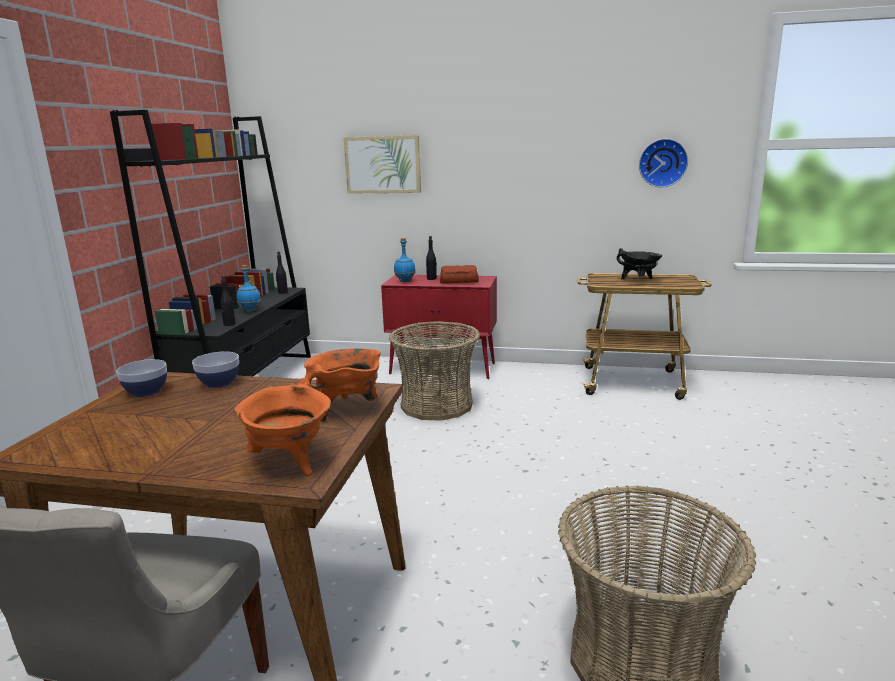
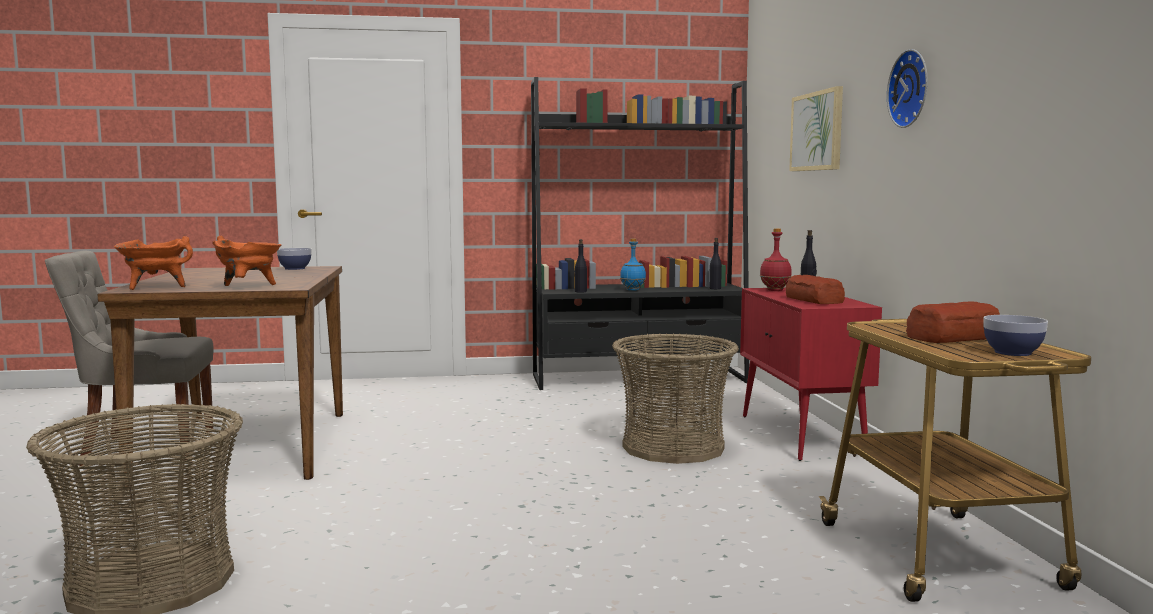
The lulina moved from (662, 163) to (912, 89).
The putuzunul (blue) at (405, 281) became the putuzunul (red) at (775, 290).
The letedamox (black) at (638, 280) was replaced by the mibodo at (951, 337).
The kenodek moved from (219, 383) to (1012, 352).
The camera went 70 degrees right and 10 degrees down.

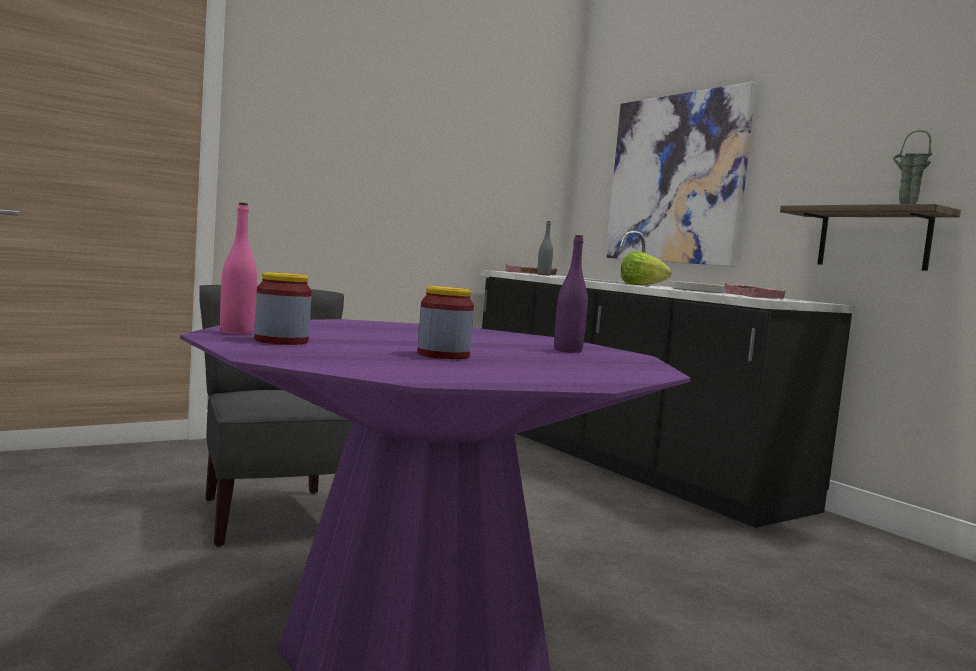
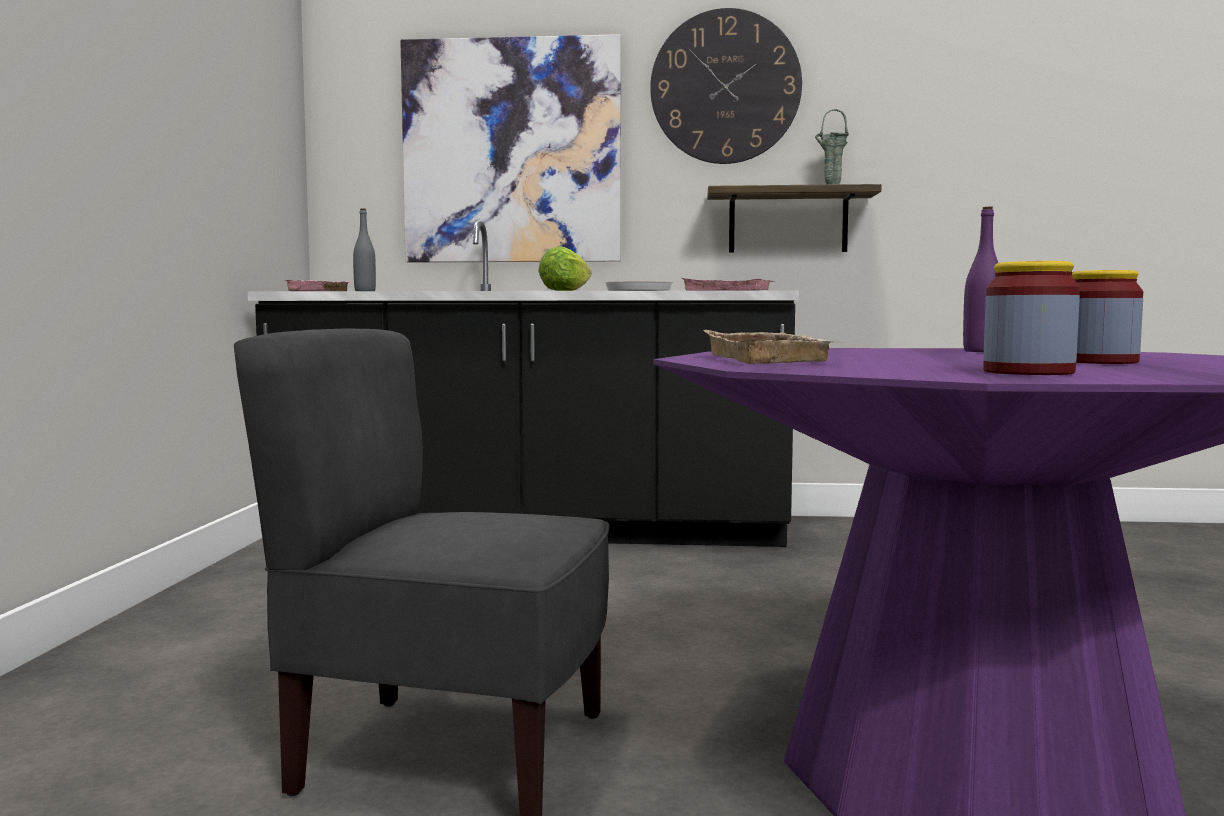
The putuzunul (pink) at (236, 332) disappeared.
The lulina at (725, 87) appeared.
The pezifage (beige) at (772, 360) appeared.
The camera went 50 degrees left and 0 degrees up.

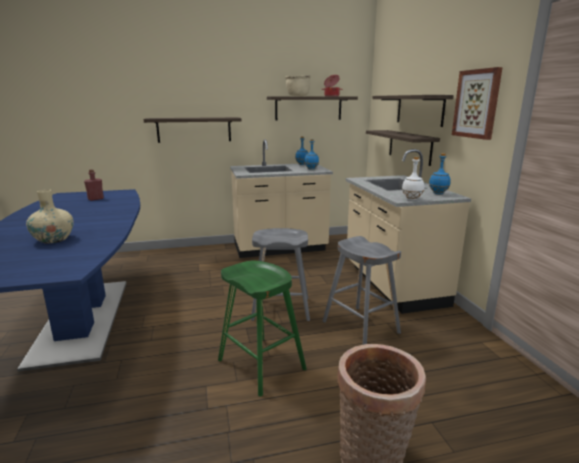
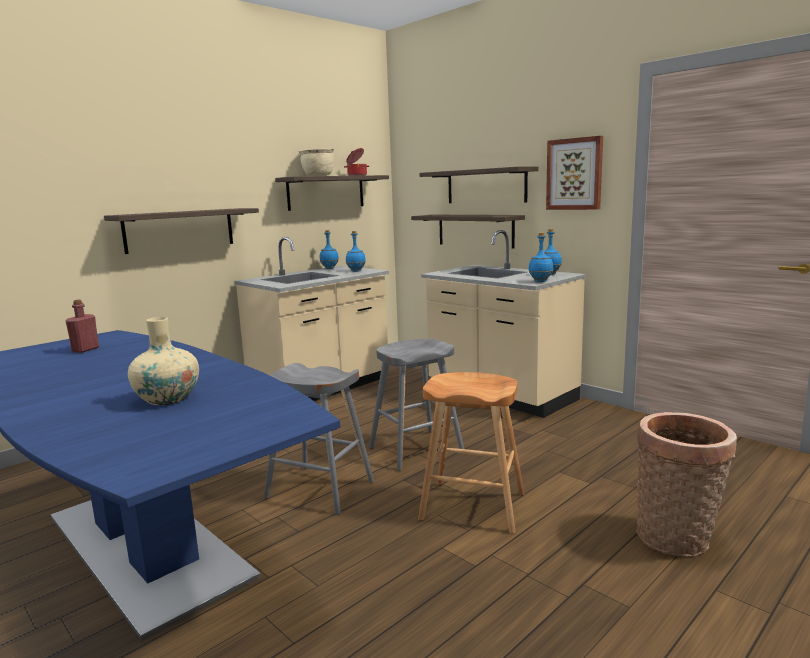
The putuzunul (white) at (411, 199) became the putuzunul (blue) at (540, 281).
The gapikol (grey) moved from (360, 327) to (320, 489).
The gapikol (green) at (261, 364) became the gapikol (brown) at (472, 506).
The camera went 30 degrees left and 5 degrees down.

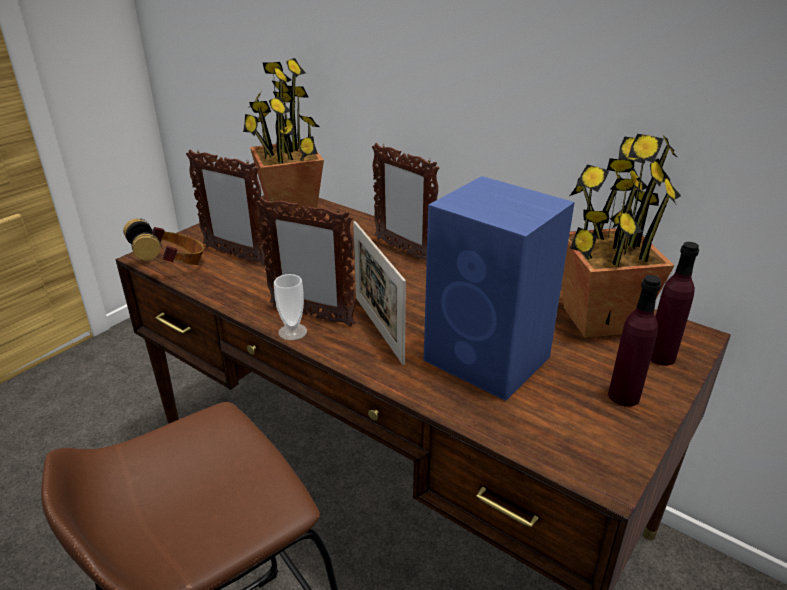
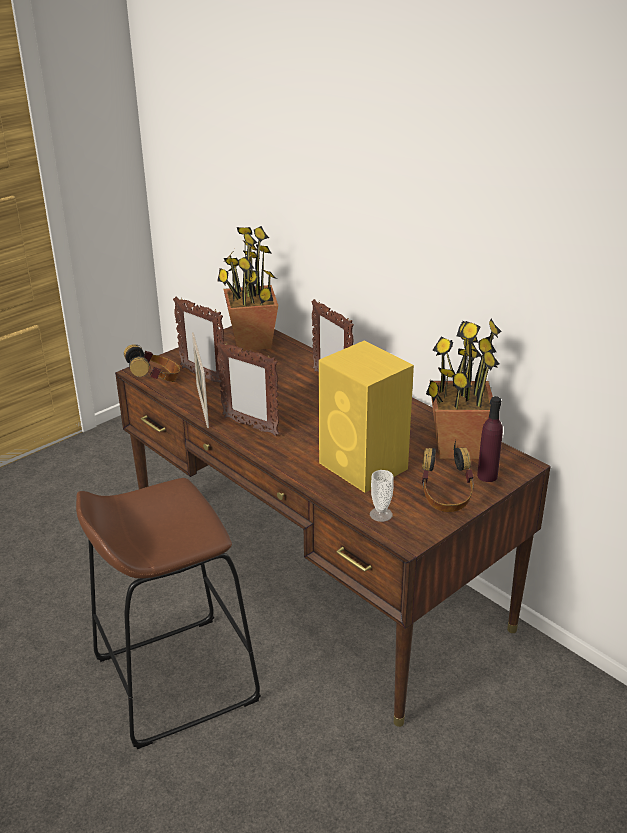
The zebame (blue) at (489, 360) became the zebame (yellow) at (364, 467).
The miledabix moved from (378, 328) to (202, 405).
The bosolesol moved from (292, 332) to (381, 514).
The putuzunul (purple) at (624, 396) was replaced by the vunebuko at (446, 497).
The camera went 10 degrees right and 0 degrees up.

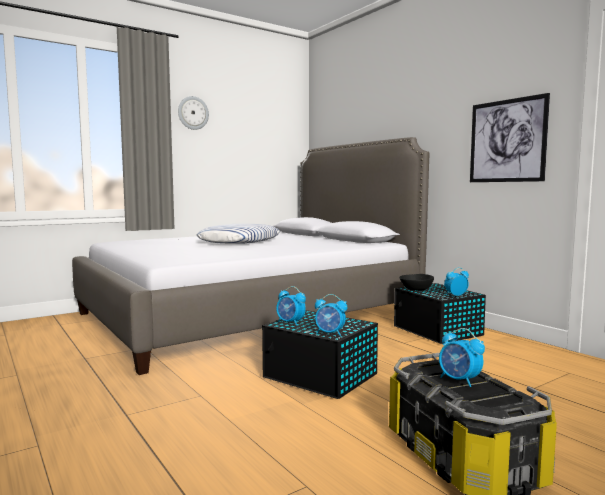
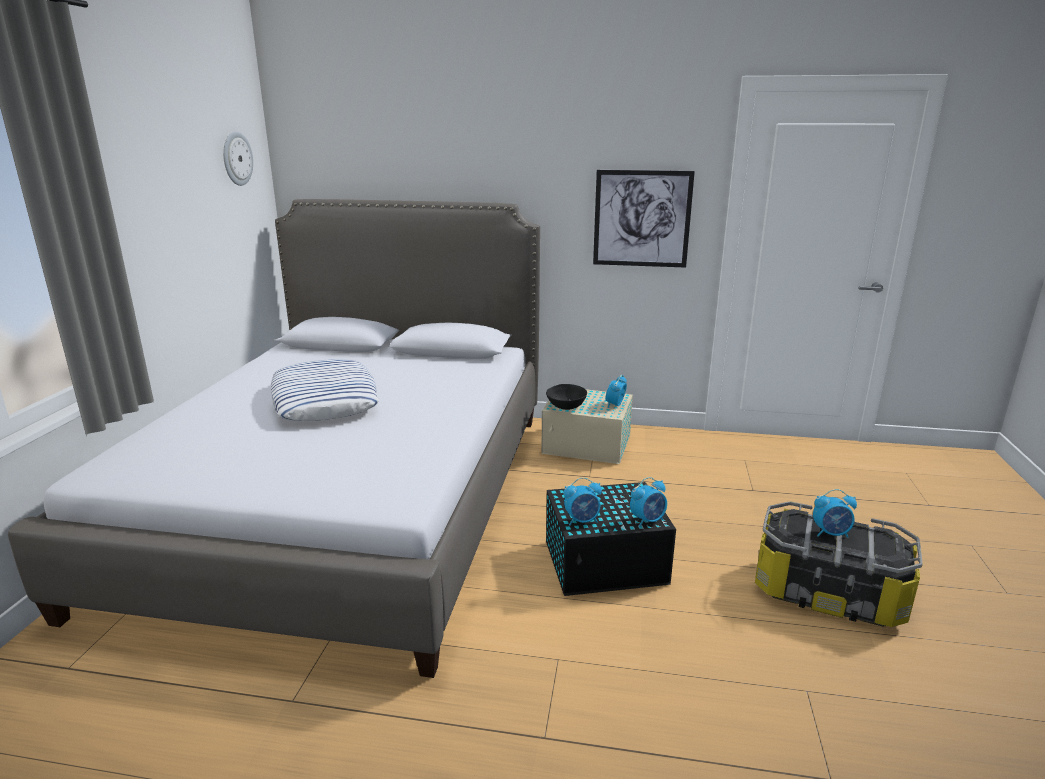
The lulina moved from (193, 113) to (236, 158).
The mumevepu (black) at (438, 331) became the mumevepu (beige) at (588, 445).
The camera went 45 degrees left and 15 degrees up.

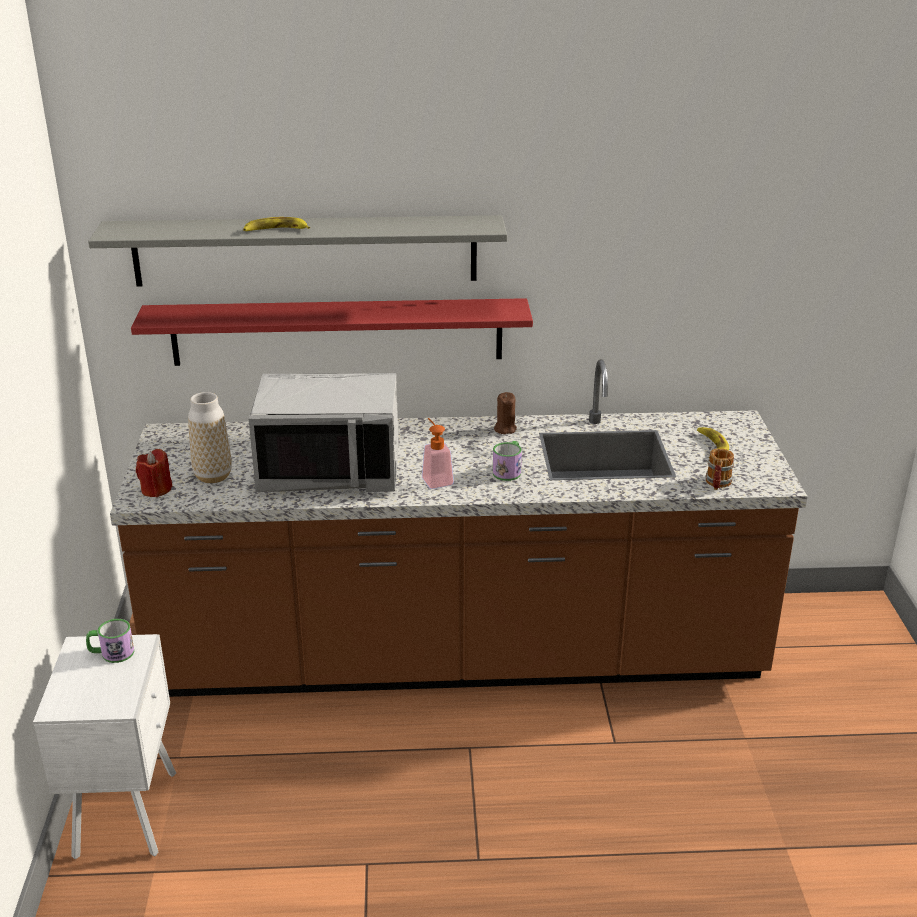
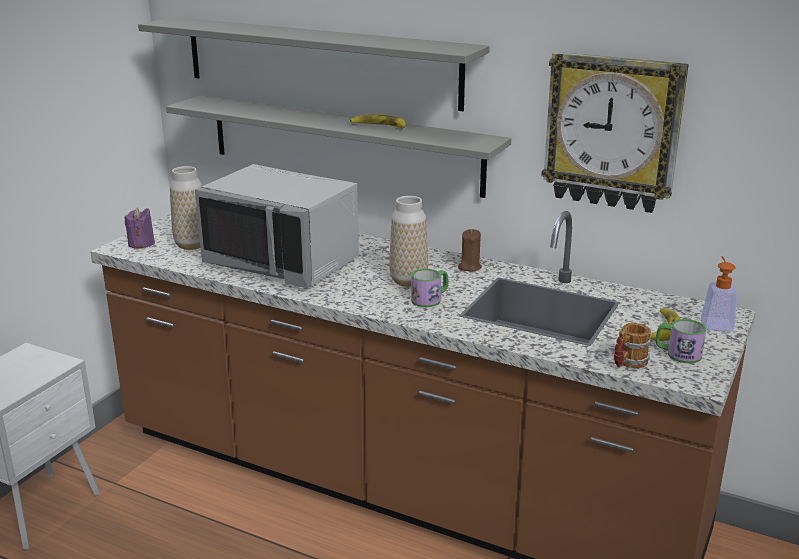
The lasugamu moved from (275, 230) to (379, 126).
The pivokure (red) at (337, 331) became the pivokure (grey) at (343, 144).
The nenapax moved from (435, 479) to (715, 322).
The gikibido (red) at (156, 489) became the gikibido (purple) at (141, 244).
The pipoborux moved from (111, 653) to (677, 354).
The lulina at (612, 132) appeared.
The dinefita at (408, 281) appeared.
The camera went 30 degrees right and 5 degrees down.

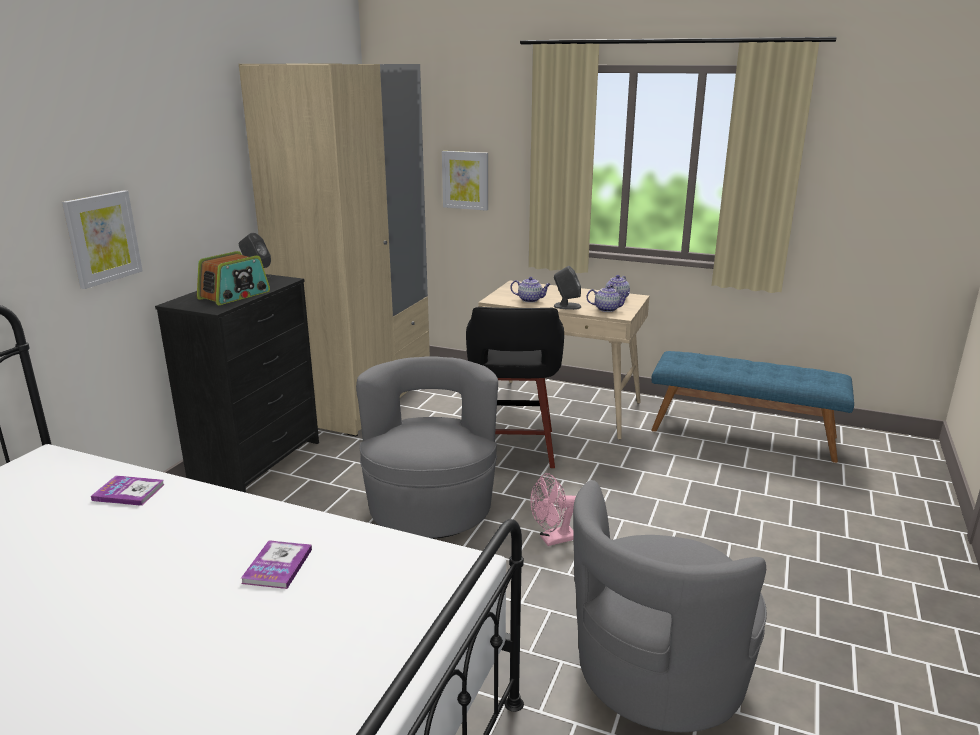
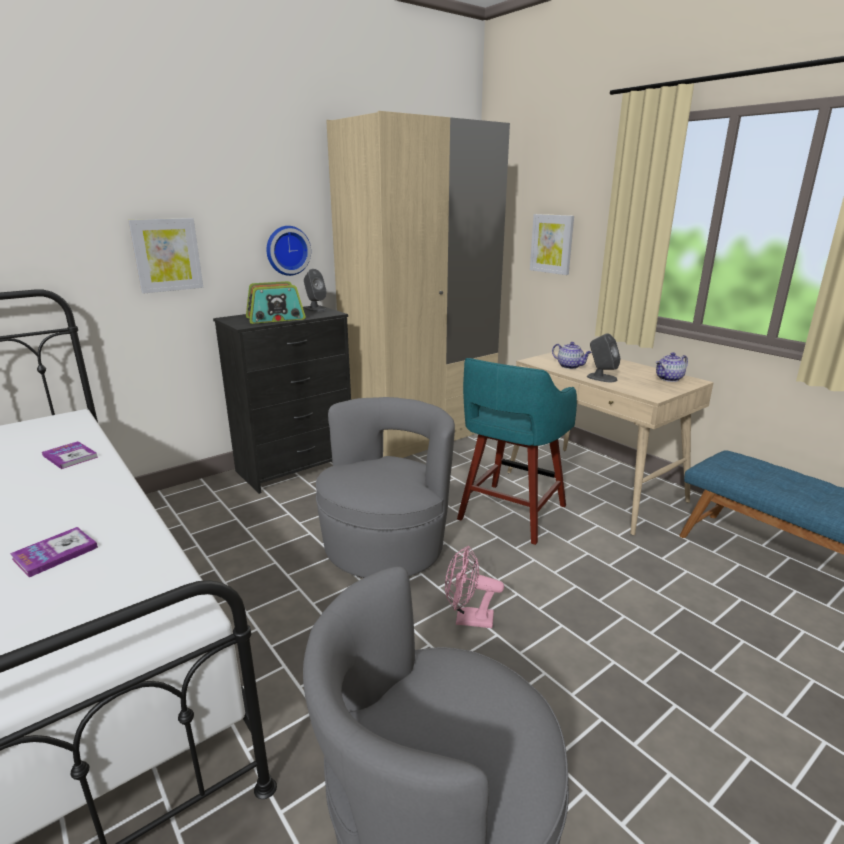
The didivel at (607, 309) disappeared.
The gapikol (black) at (513, 449) became the gapikol (turquoise) at (510, 514).
The lulina at (287, 250) appeared.
The camera went 30 degrees right and 0 degrees up.

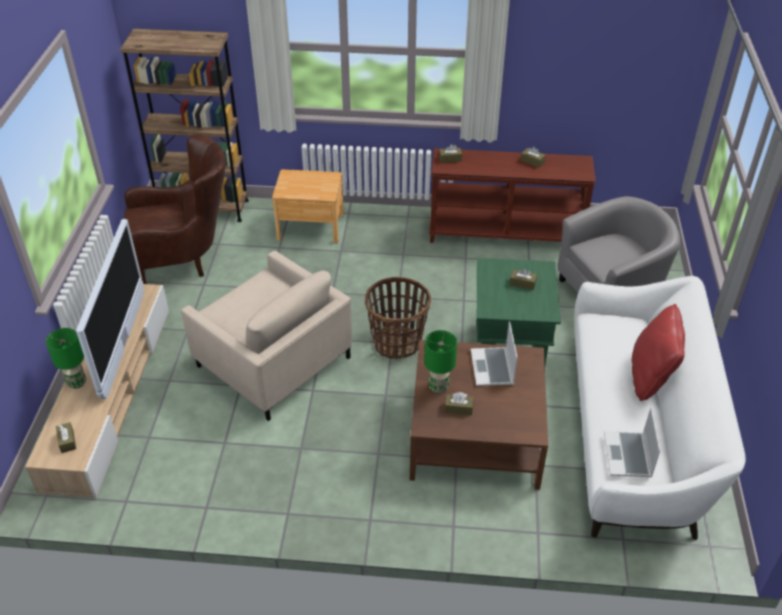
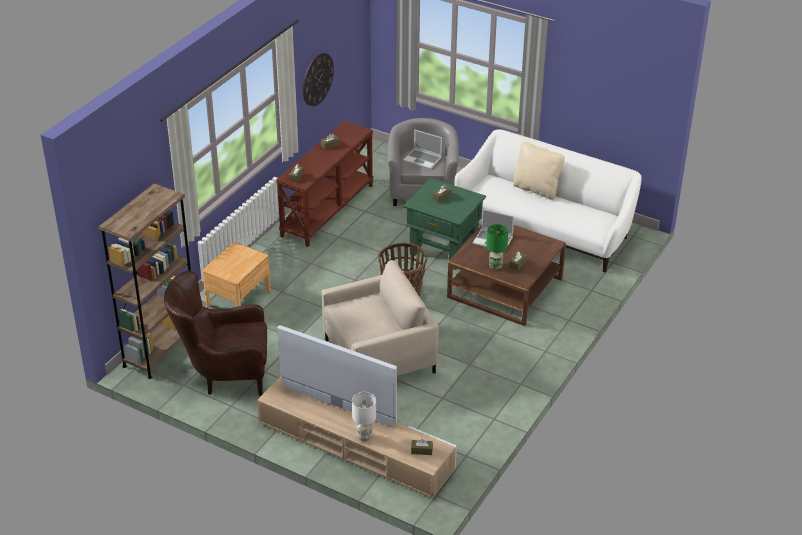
The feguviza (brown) at (184, 260) turned 105 degrees counterclockwise.
The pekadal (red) at (650, 377) became the pekadal (beige) at (536, 189).
The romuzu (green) at (76, 383) became the romuzu (white) at (364, 437).
The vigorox moved from (628, 456) to (423, 159).
The lulina at (317, 79) appeared.
The camera went 65 degrees left and 5 degrees down.

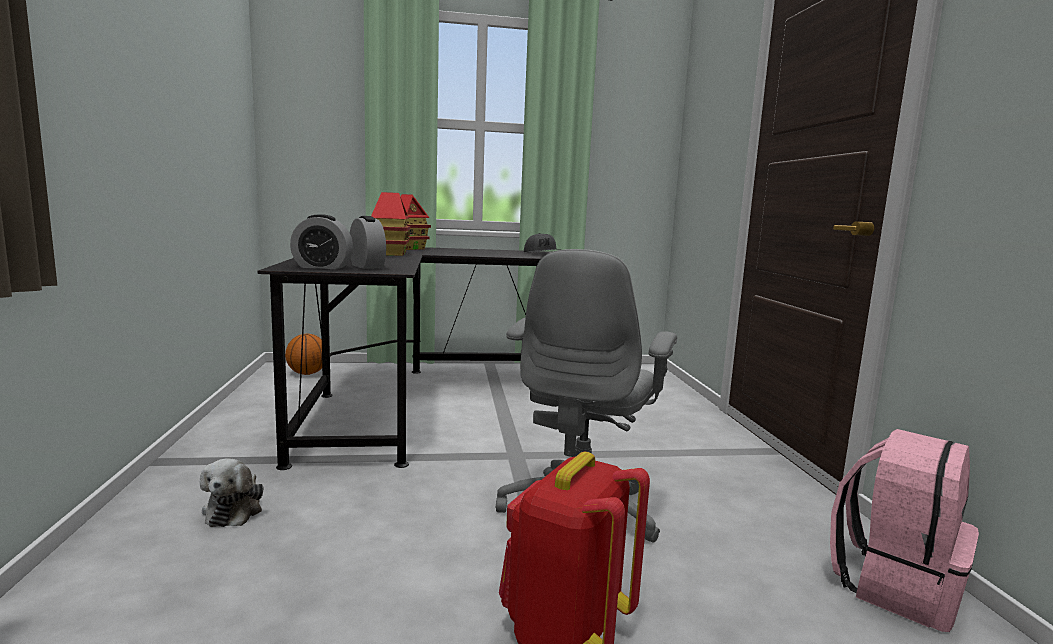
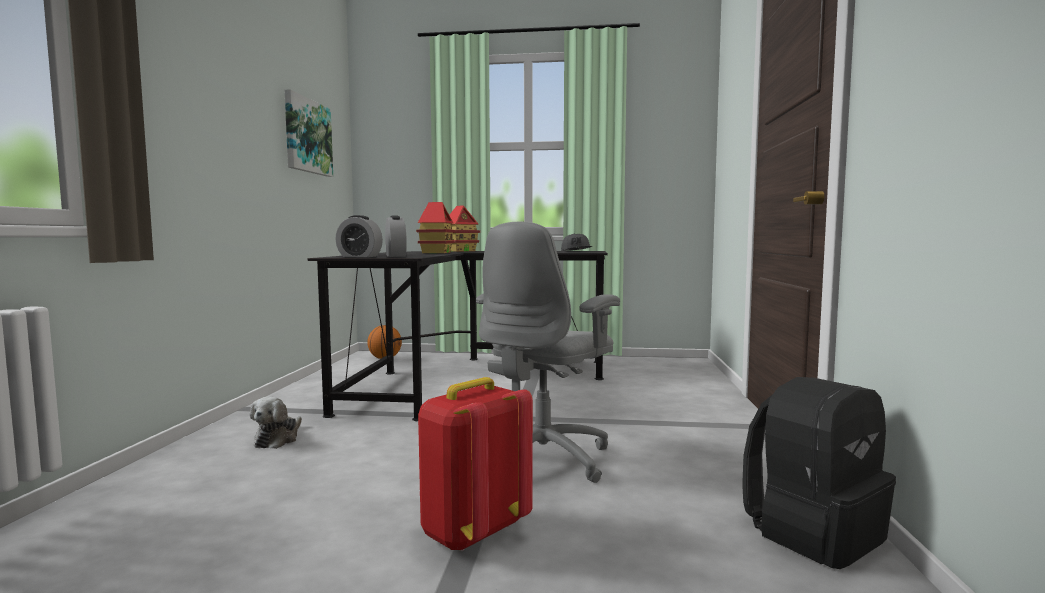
The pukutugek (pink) at (895, 586) became the pukutugek (black) at (813, 532).
The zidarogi at (307, 136) appeared.
The camera went 15 degrees right and 5 degrees down.

